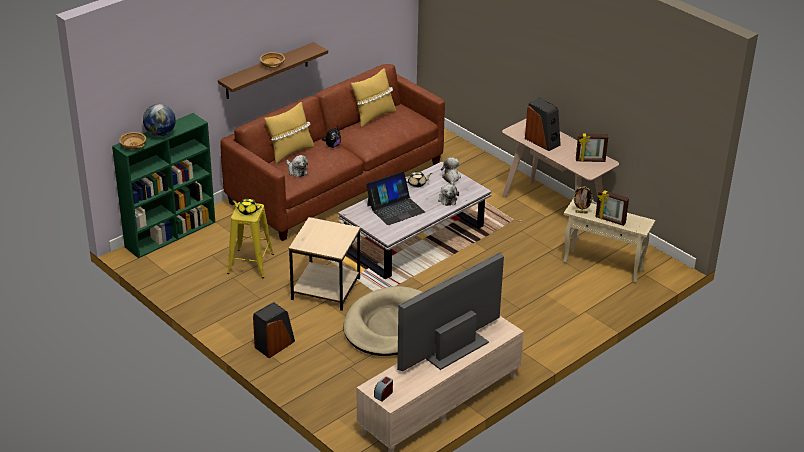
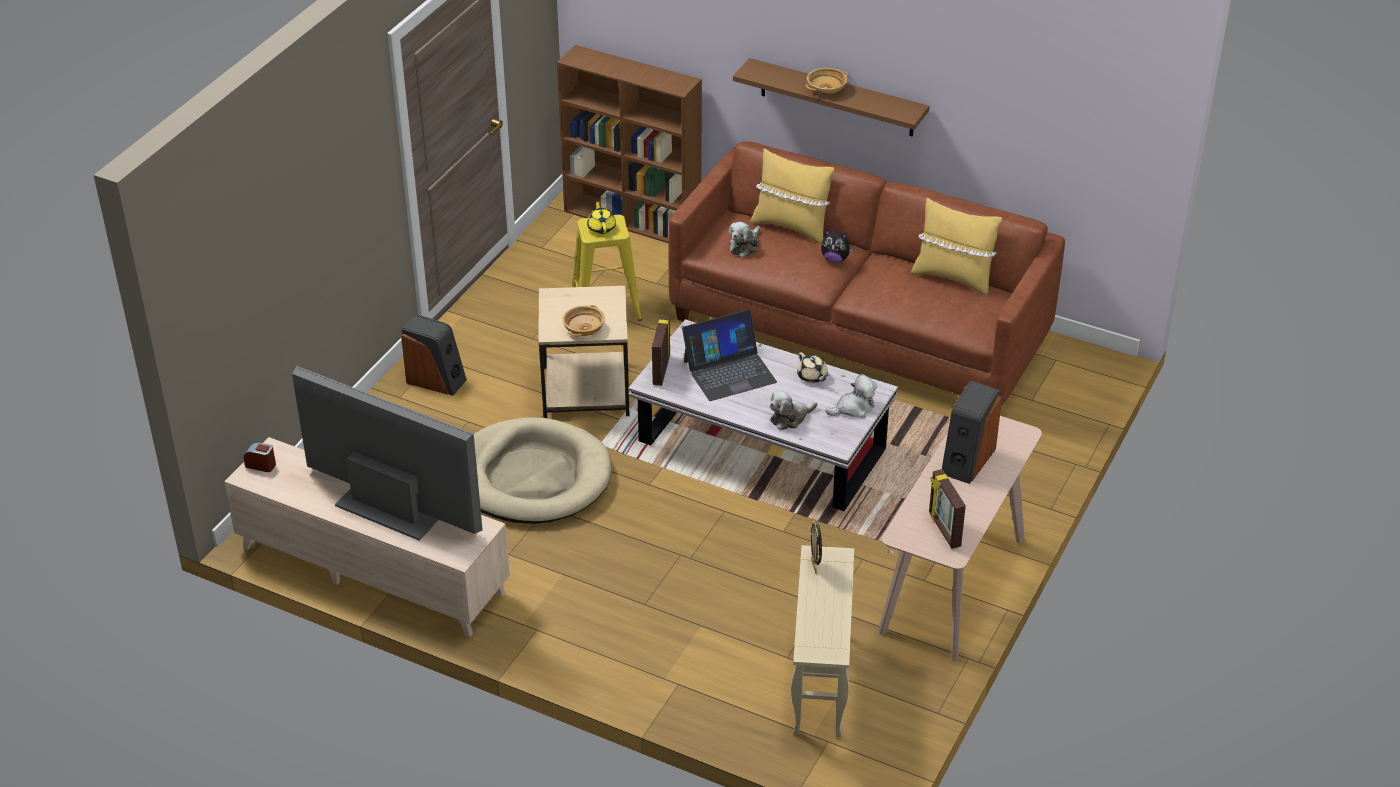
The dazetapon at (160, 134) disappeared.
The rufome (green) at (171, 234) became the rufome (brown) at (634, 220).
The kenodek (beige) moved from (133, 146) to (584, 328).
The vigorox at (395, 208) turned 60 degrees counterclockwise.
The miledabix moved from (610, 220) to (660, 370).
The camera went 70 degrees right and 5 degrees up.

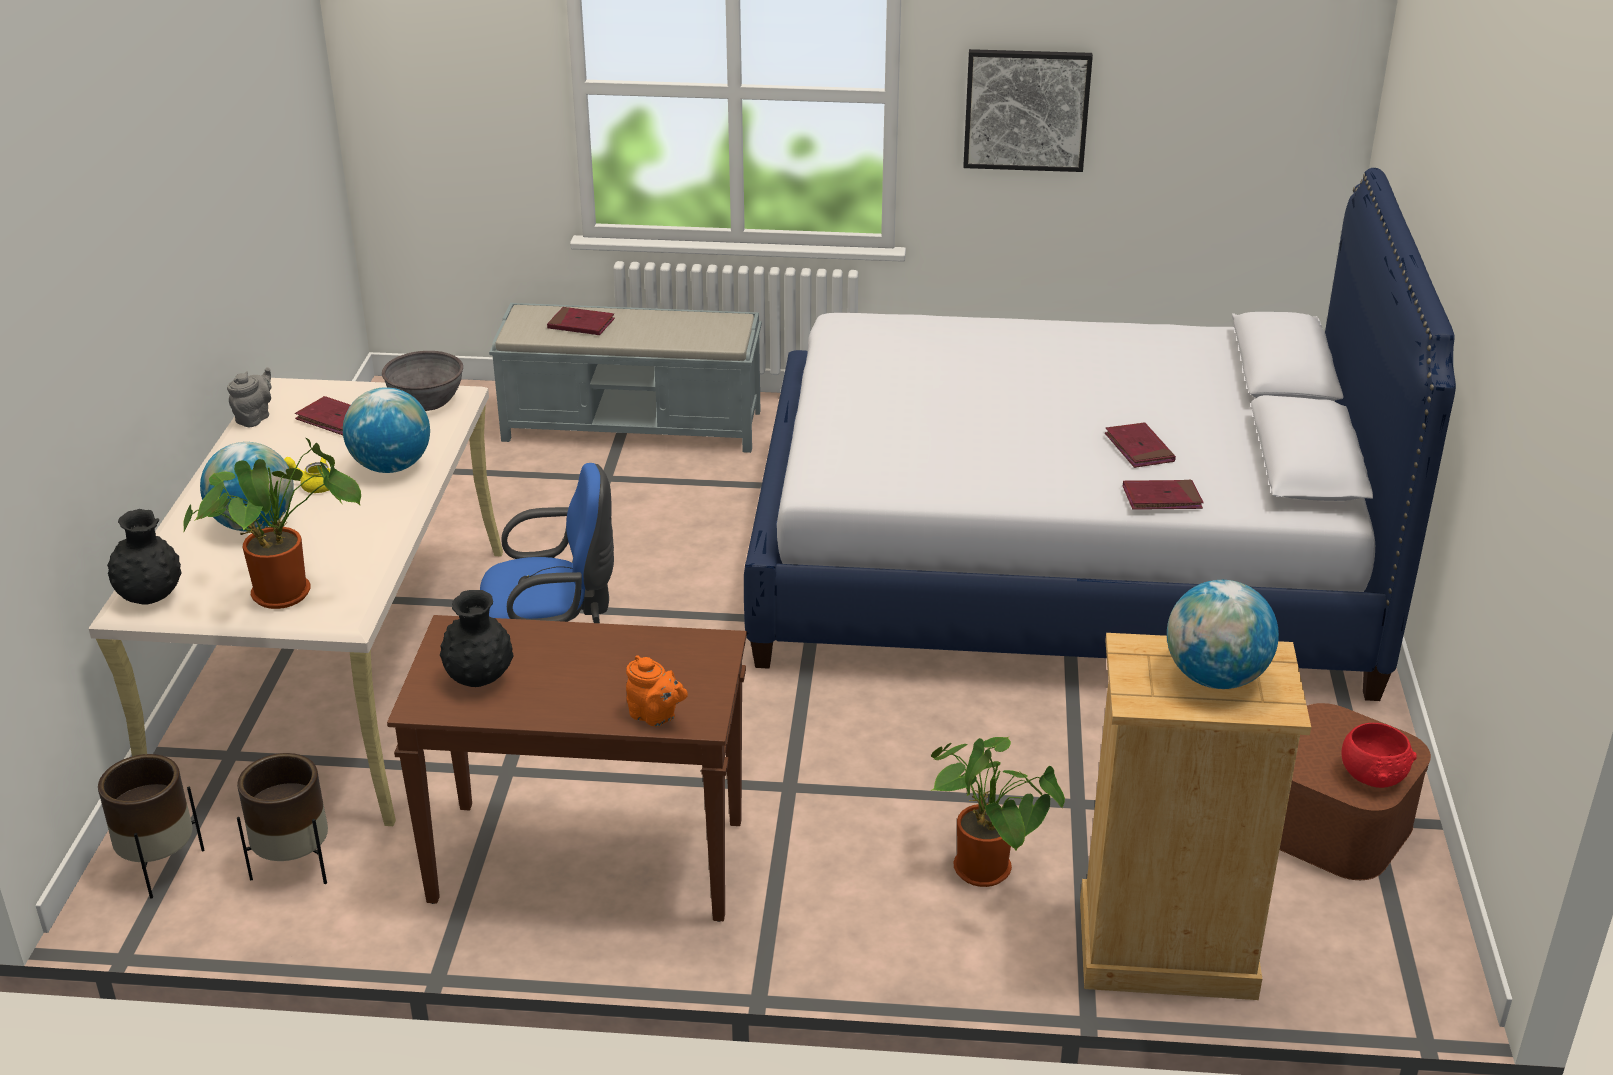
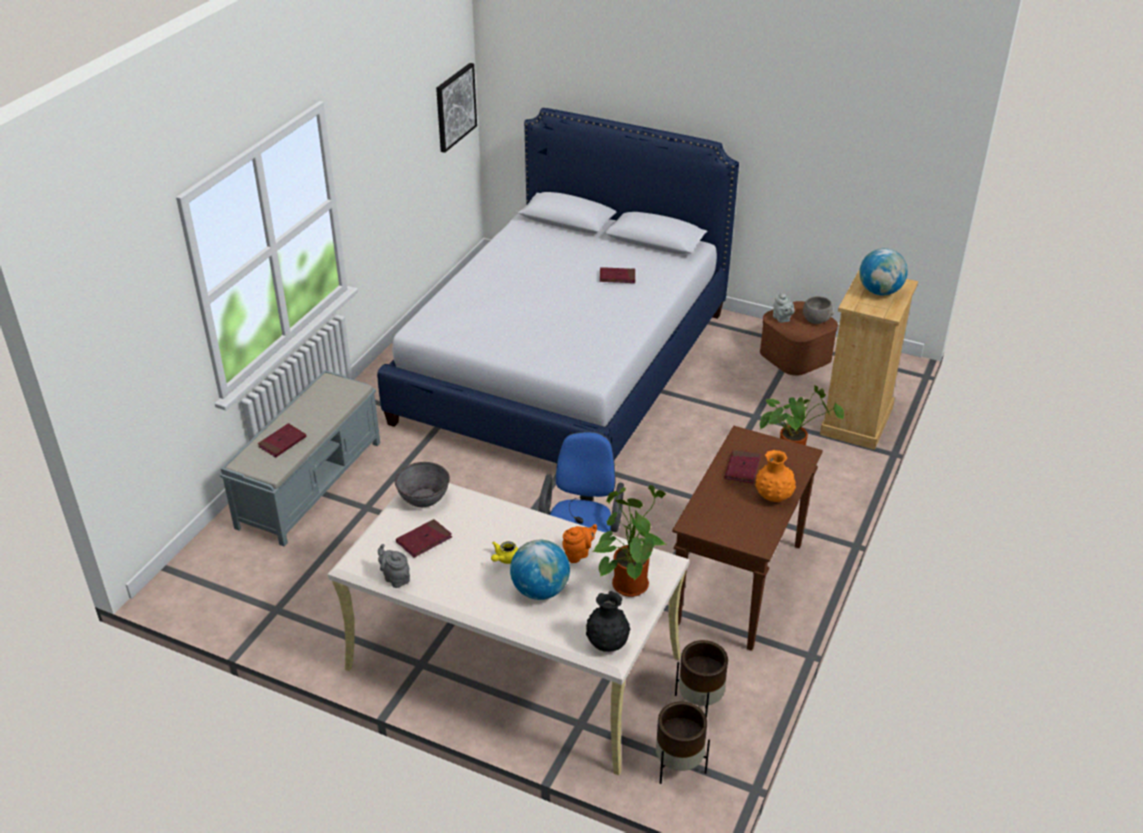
The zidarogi moved from (1026, 109) to (455, 107).
The dazetapon at (391, 466) disappeared.
The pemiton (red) moved from (1162, 498) to (742, 468).
The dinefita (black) at (479, 679) disappeared.
The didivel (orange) moved from (655, 716) to (578, 554).
The kenodek (red) at (1373, 775) became the kenodek (grey) at (816, 319).
The didivel (grey) at (782, 319) appeared.
The dinefita (orange) at (773, 497) appeared.
The camera went 70 degrees left and 5 degrees up.

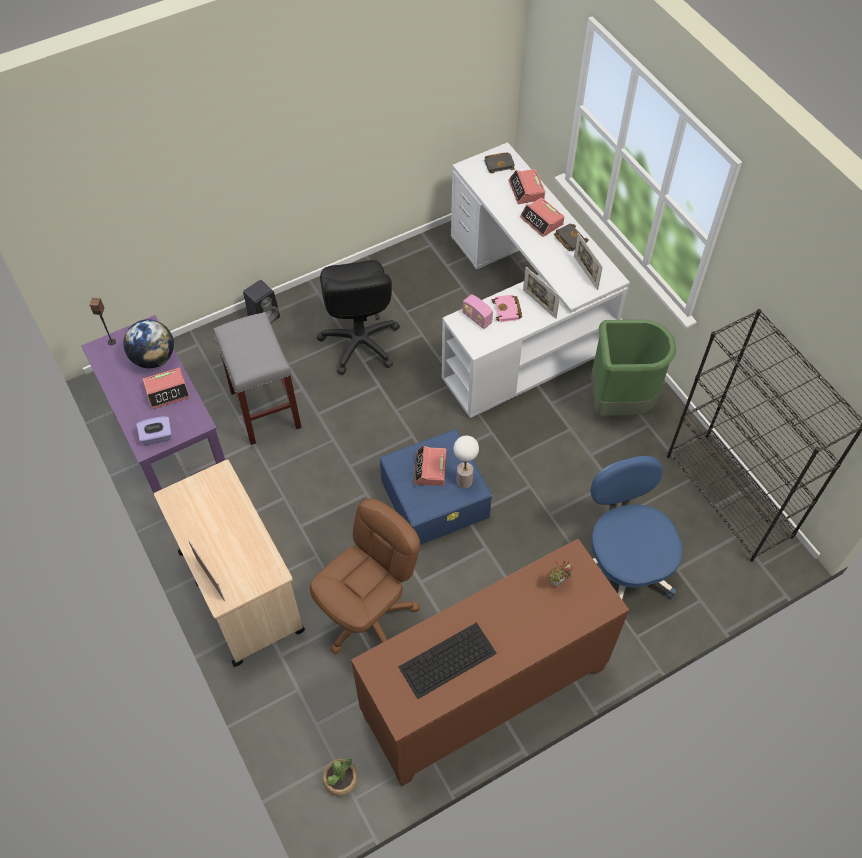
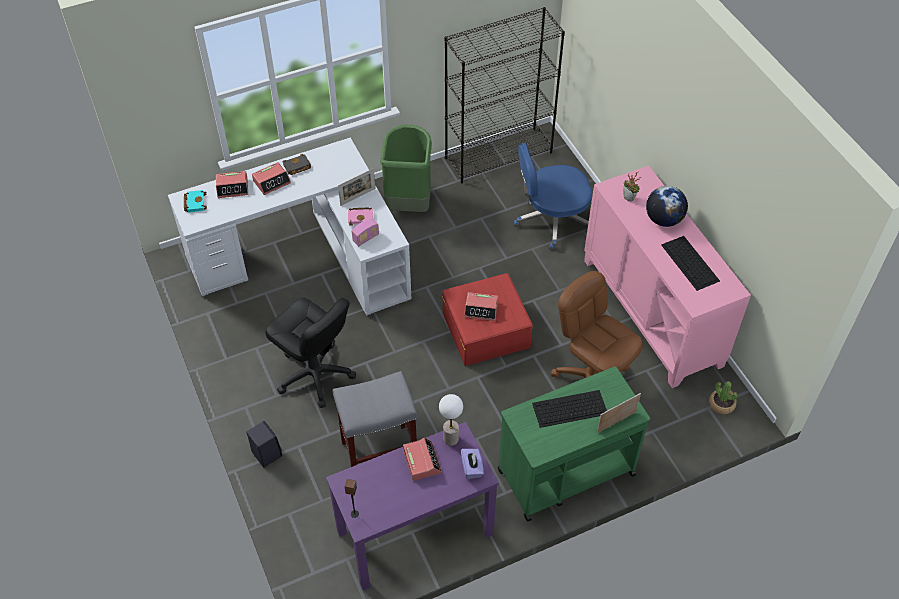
The pemiton (black) at (499, 164) became the pemiton (turquoise) at (194, 202).
The miledabix at (585, 273) disappeared.
The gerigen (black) at (359, 343) turned 45 degrees clockwise.
The dazetapon moved from (154, 358) to (663, 219).
The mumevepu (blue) at (436, 498) became the mumevepu (red) at (486, 329).
The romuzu moved from (464, 481) to (451, 439).
The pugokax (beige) at (240, 590) became the pugokax (green) at (565, 472).
The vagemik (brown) at (485, 693) became the vagemik (pink) at (652, 312).
The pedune at (569, 409) appeared.
The camera went 85 degrees left and 5 degrees down.

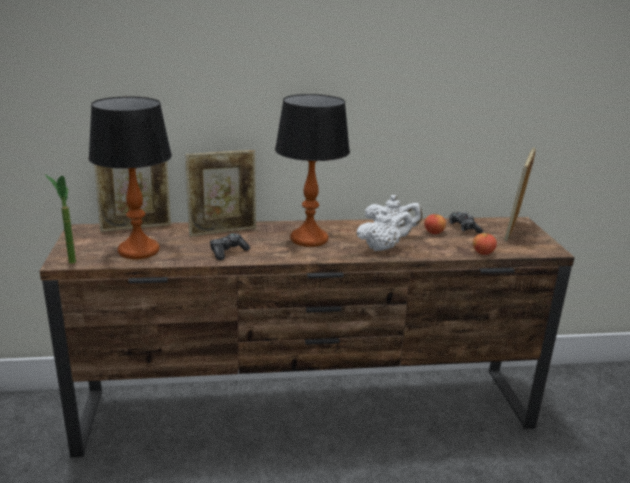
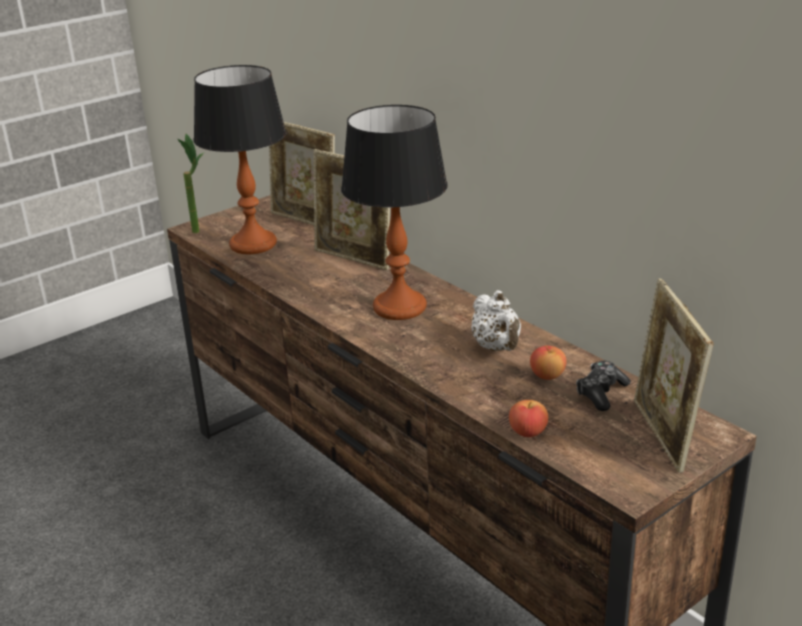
The miledabix at (513, 230) turned 90 degrees counterclockwise.
The didivel (white) at (382, 248) disappeared.
The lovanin at (228, 252) disappeared.
The camera went 60 degrees right and 5 degrees up.

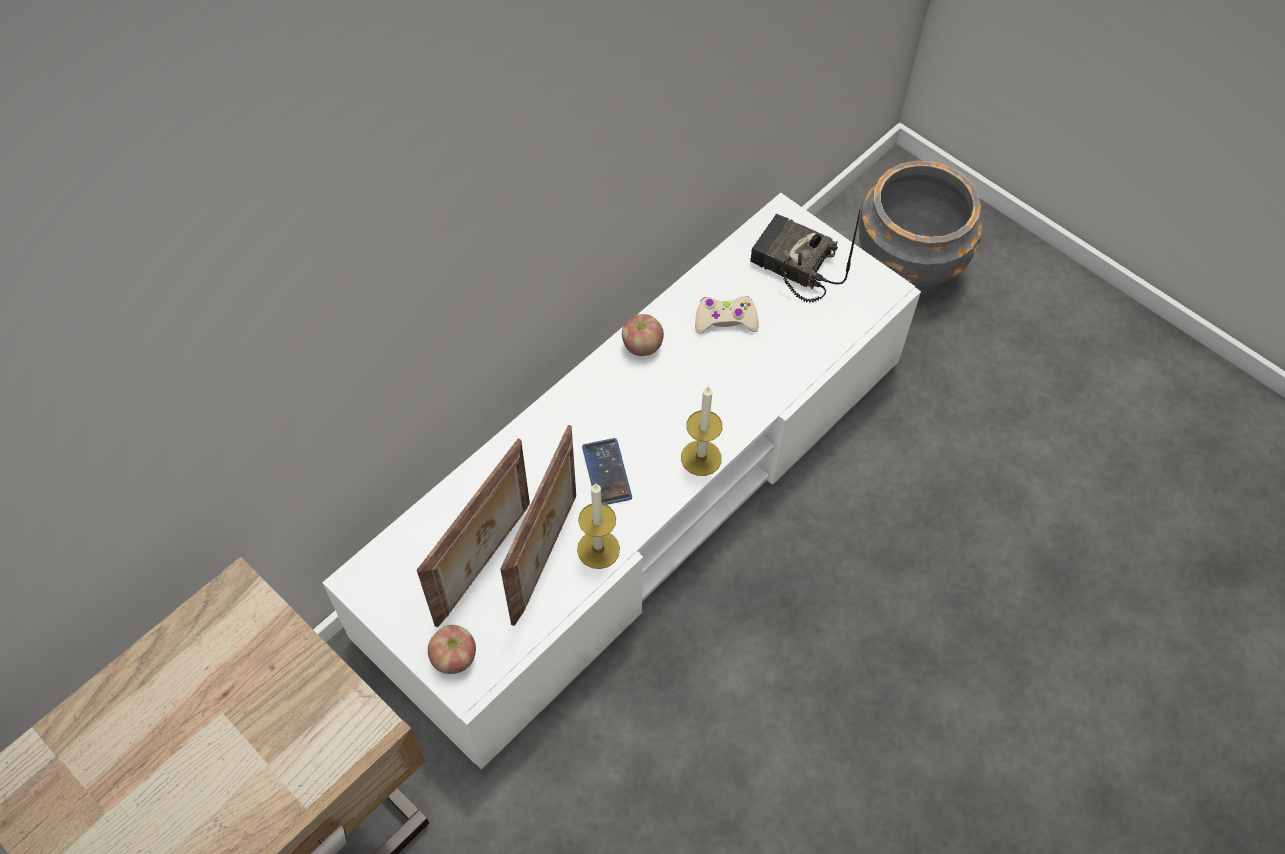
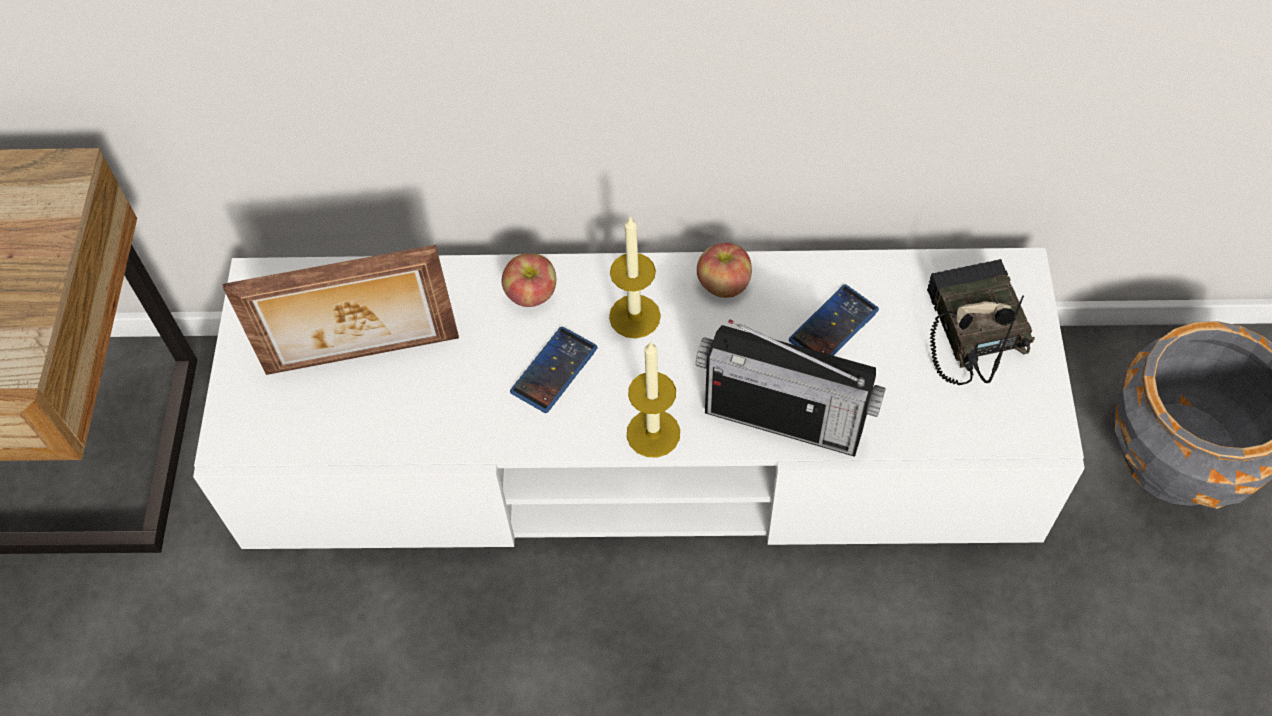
The lovanin (beige) at (725, 320) was replaced by the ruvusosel at (833, 325).
The miledabix at (547, 556) disappeared.
The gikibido moved from (598, 549) to (634, 316).
The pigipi moved from (454, 657) to (531, 294).
The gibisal at (784, 418) appeared.
The camera went 50 degrees right and 0 degrees up.

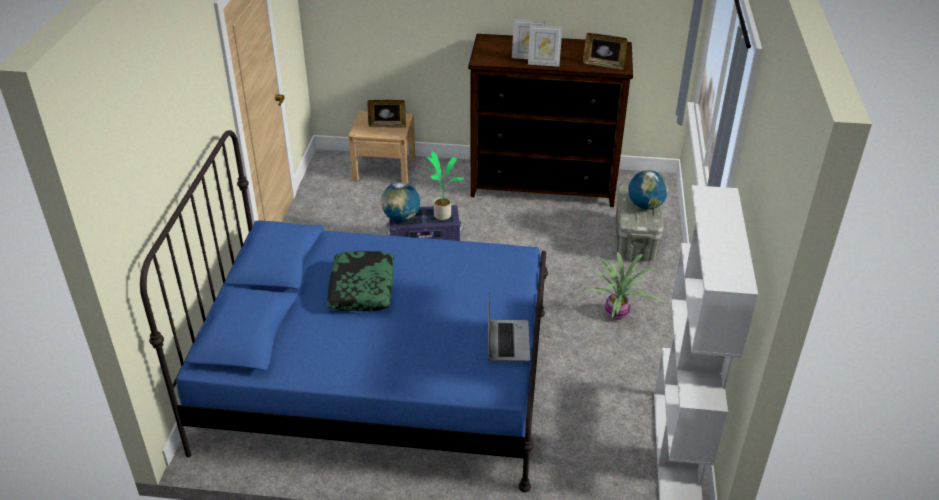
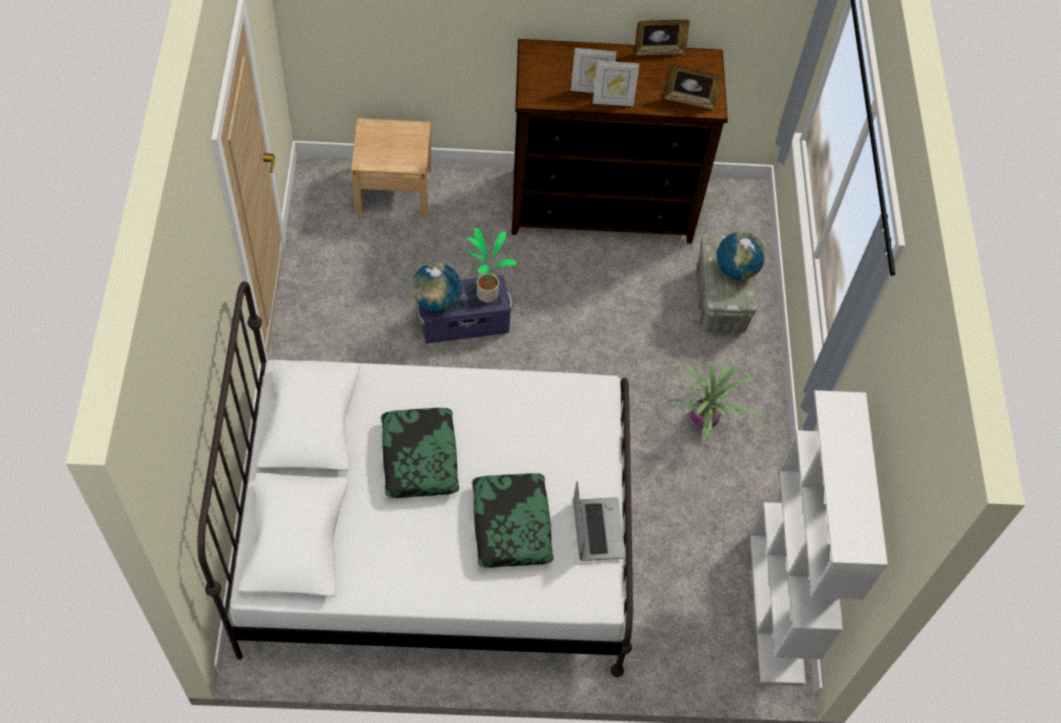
The miledabix moved from (387, 125) to (659, 51).
The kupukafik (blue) at (378, 379) became the kupukafik (white) at (436, 534).
The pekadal at (511, 525) appeared.
The camera went 10 degrees left and 20 degrees up.

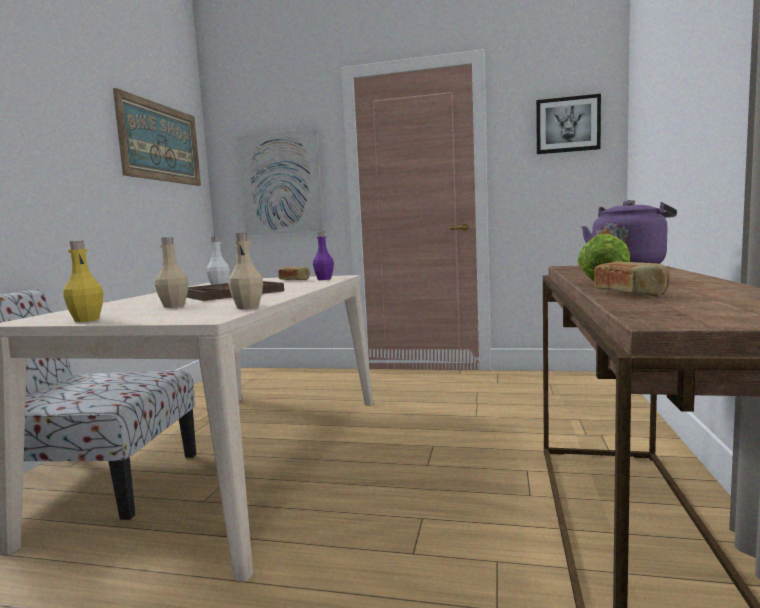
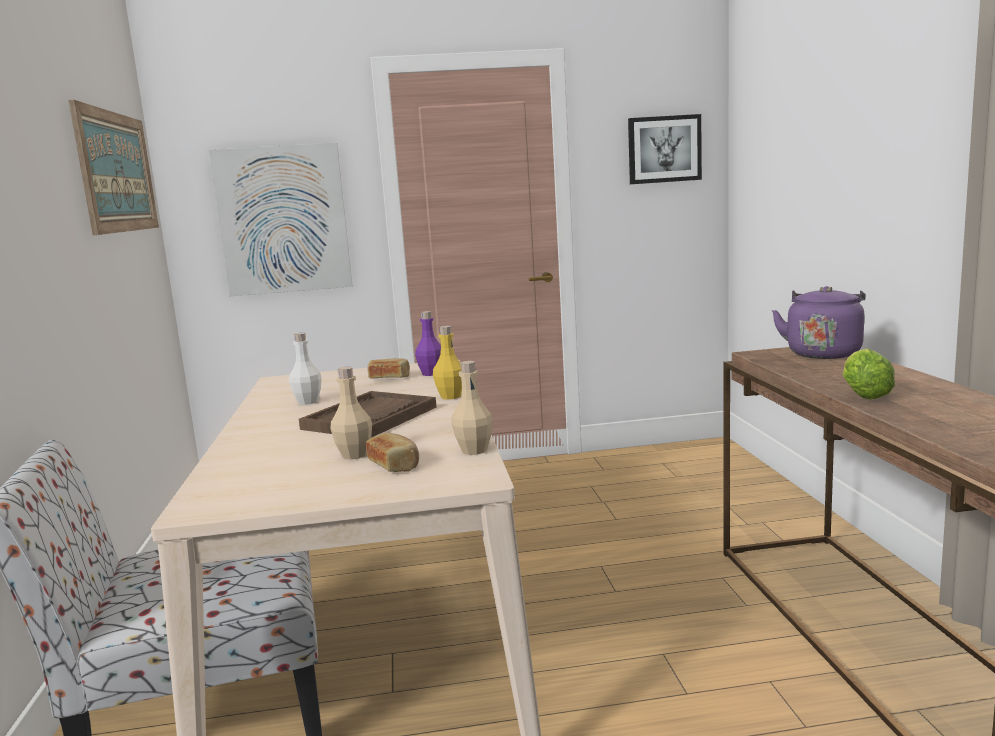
The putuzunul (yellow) moved from (86, 320) to (450, 396).
The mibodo moved from (631, 294) to (395, 465).
The camera went 20 degrees left and 5 degrees up.

